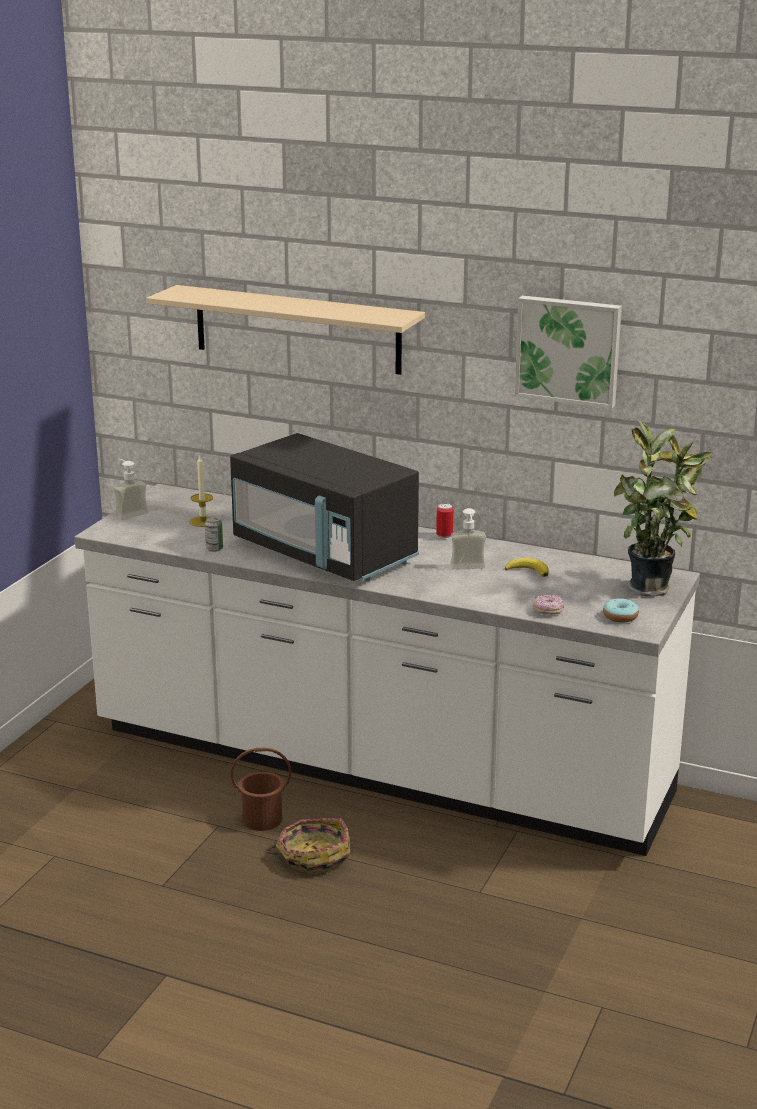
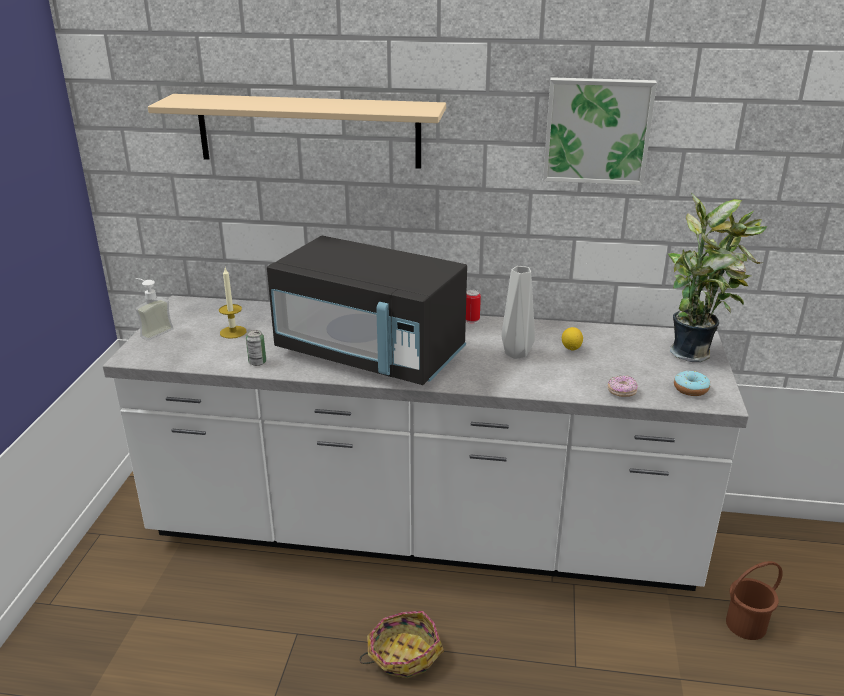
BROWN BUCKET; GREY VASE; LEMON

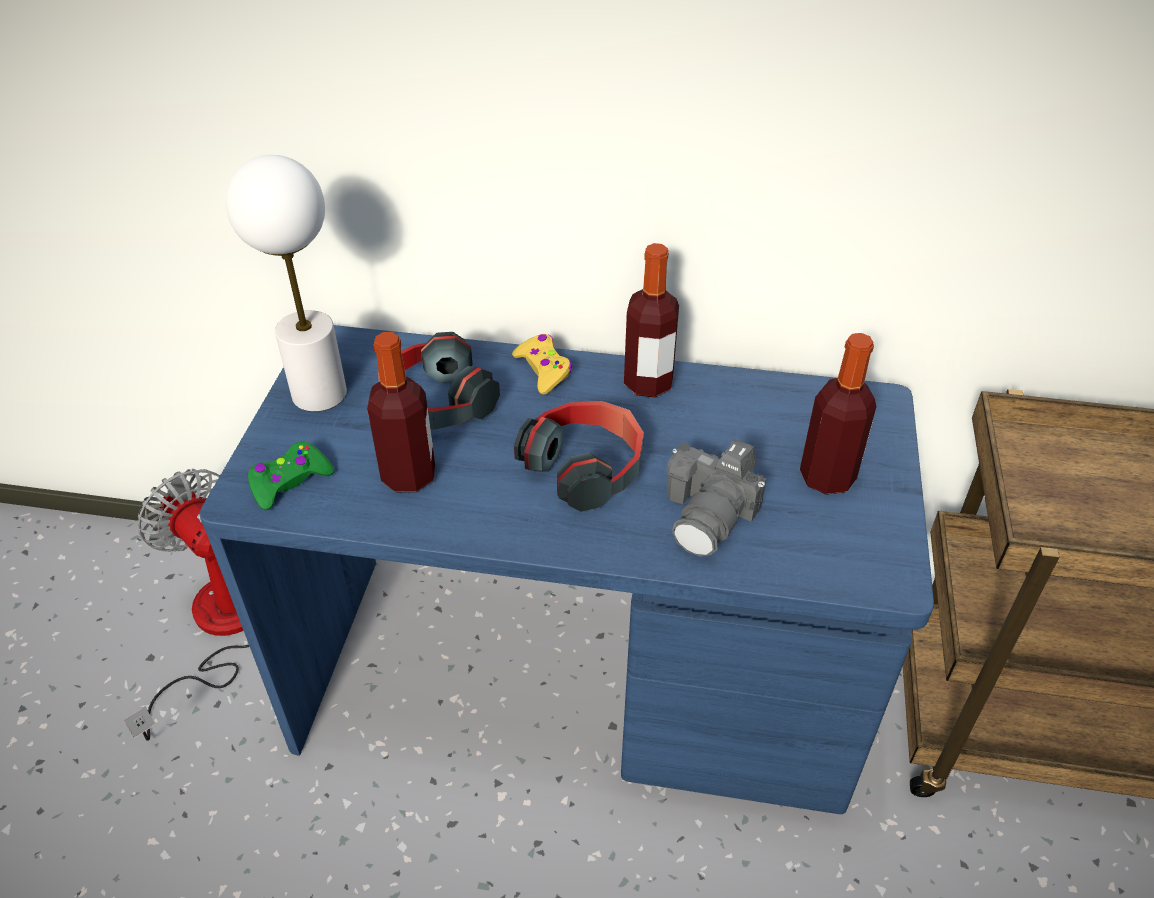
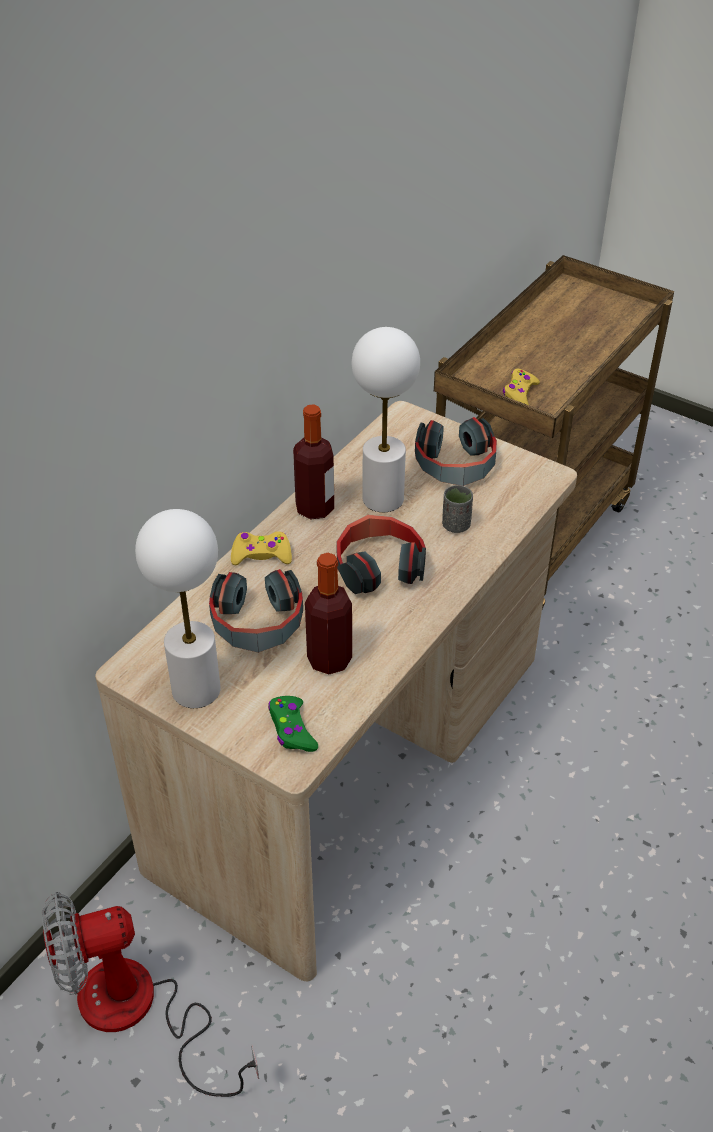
BEIGE DESK; GREY CUP; HEADPHONES (no. 3 from left); WHITE TABLE LAMP (no. 2 from left); YELLOW GAME CONTROLLER (no. 2 from left)

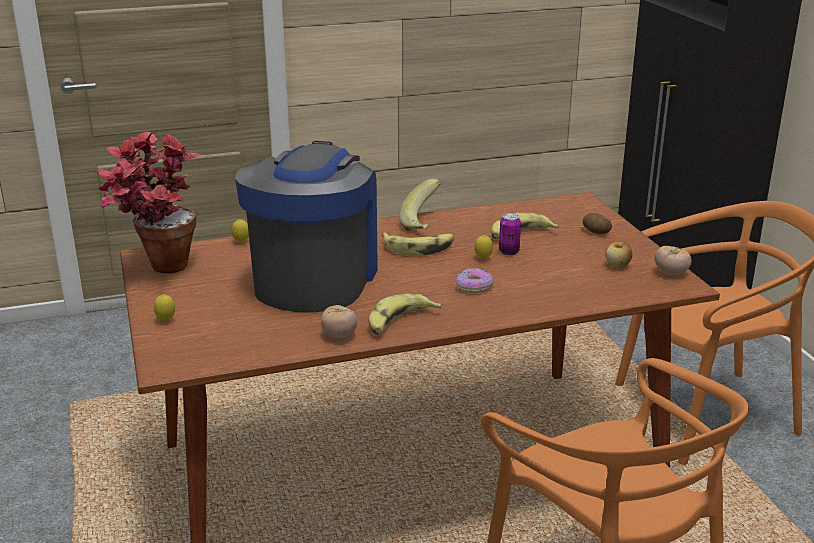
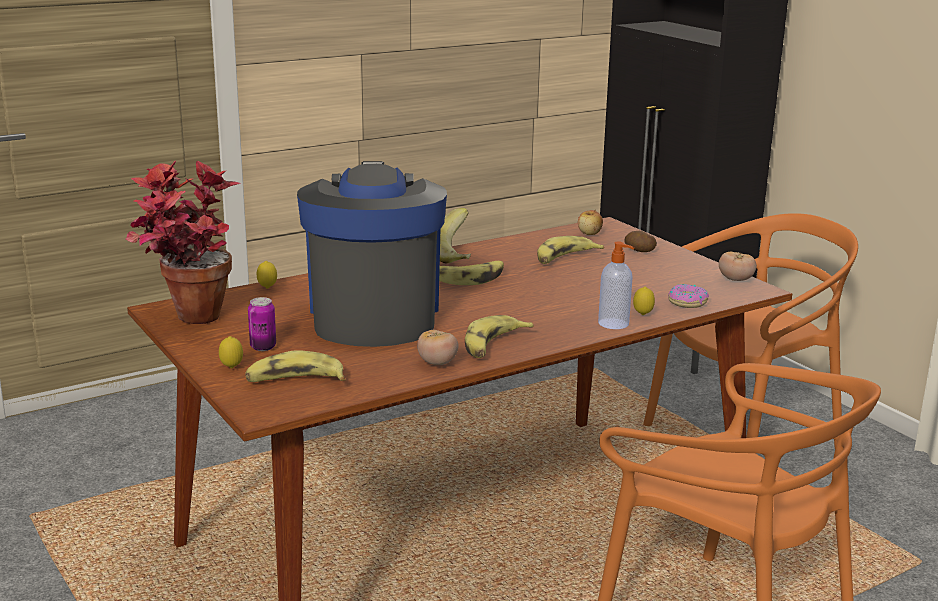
DONUT; LEMON (no. 3 from left); CAN; APPLE; BANANA (no. 1 from left); SOAP DISPENSER

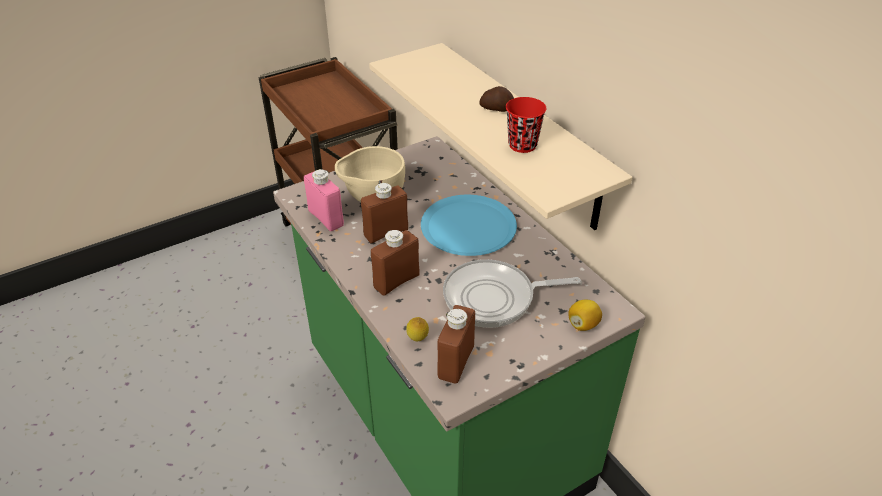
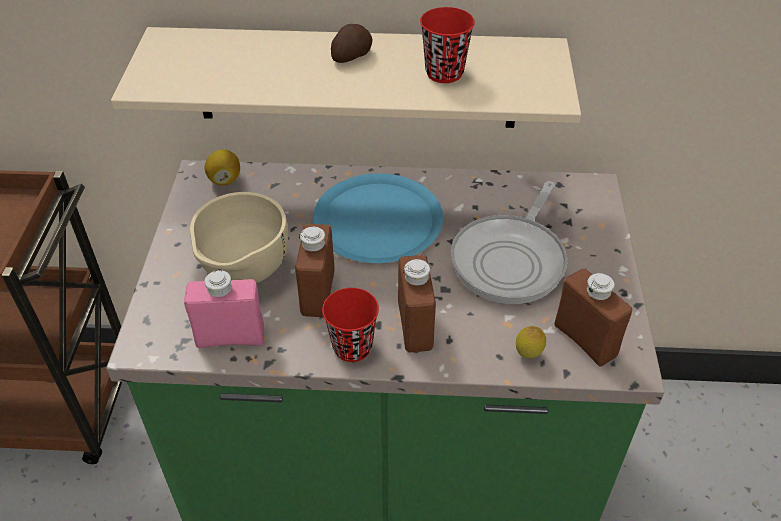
LEMON (no. 1 from left); RED CUP (no. 1 from left)

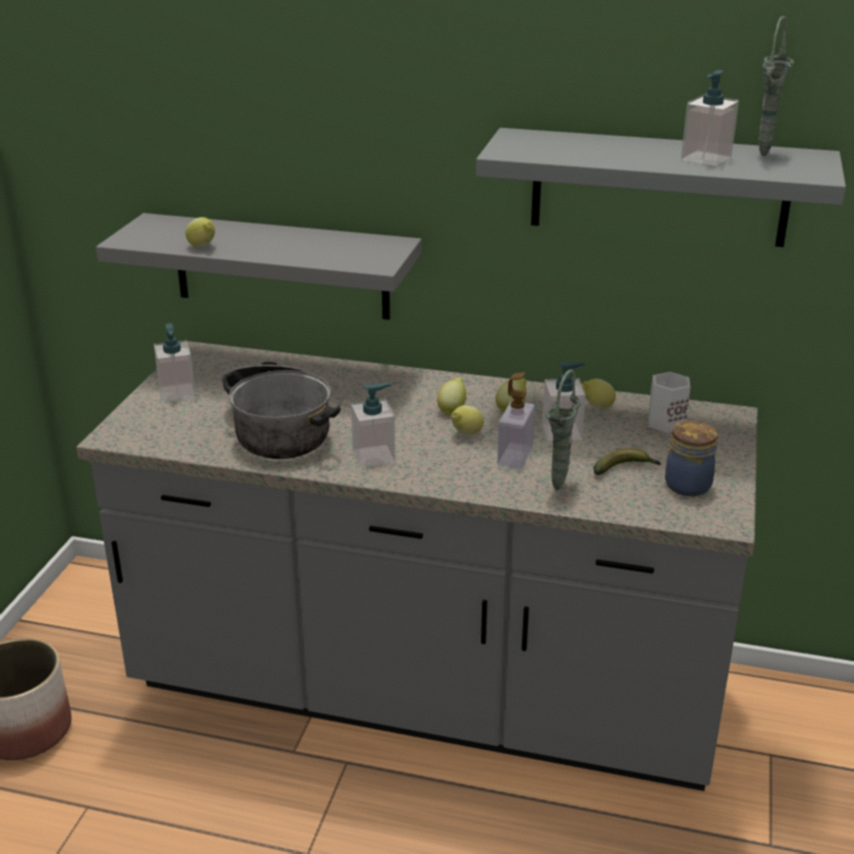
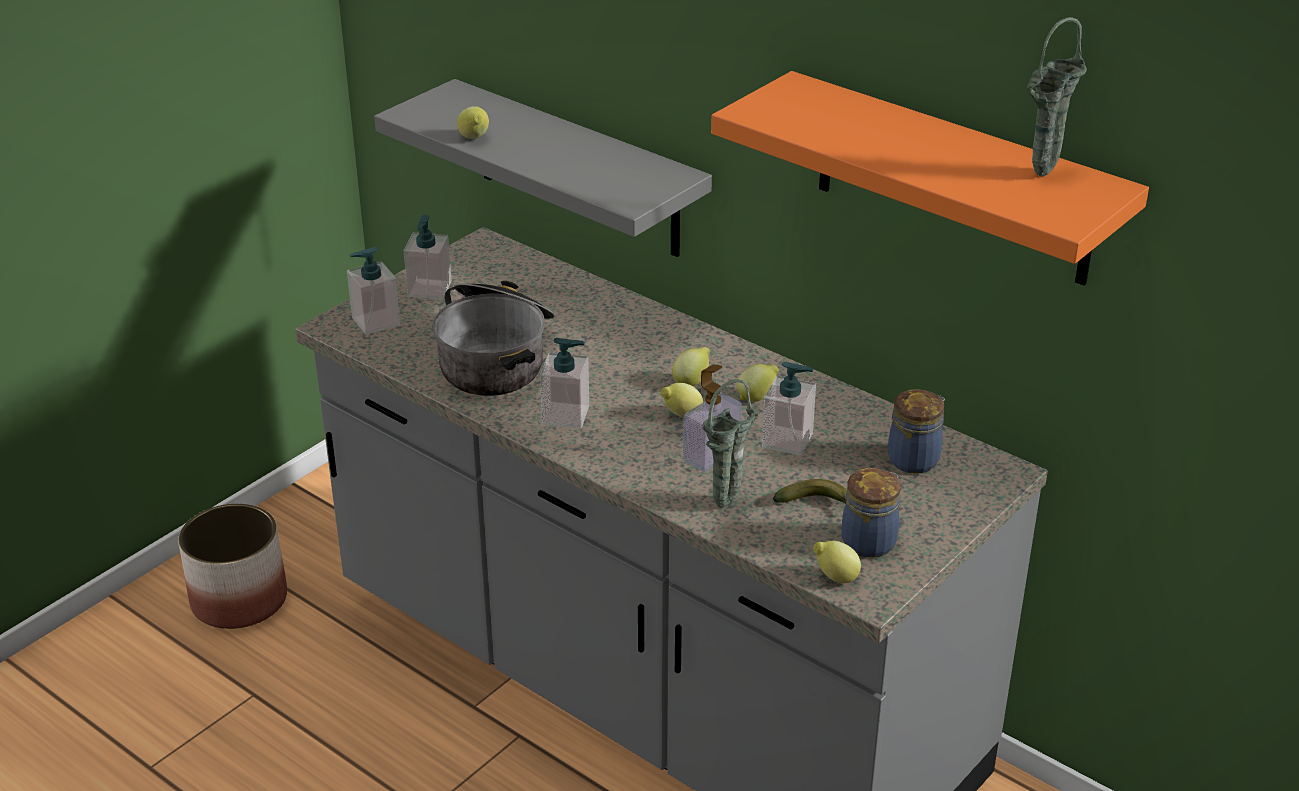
ORANGE SHELF; LEMON (no. 5 from left); JAR (no. 2 from left); SOAP DISPENSER (no. 1 from left)

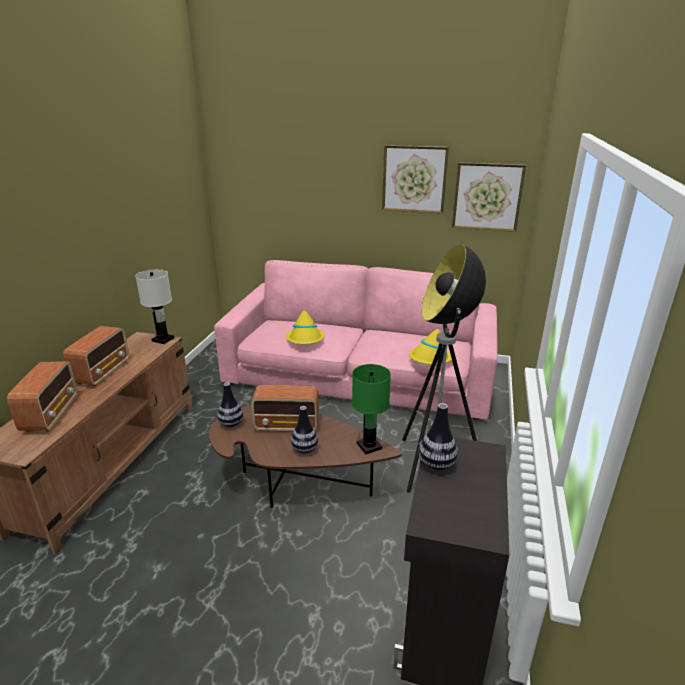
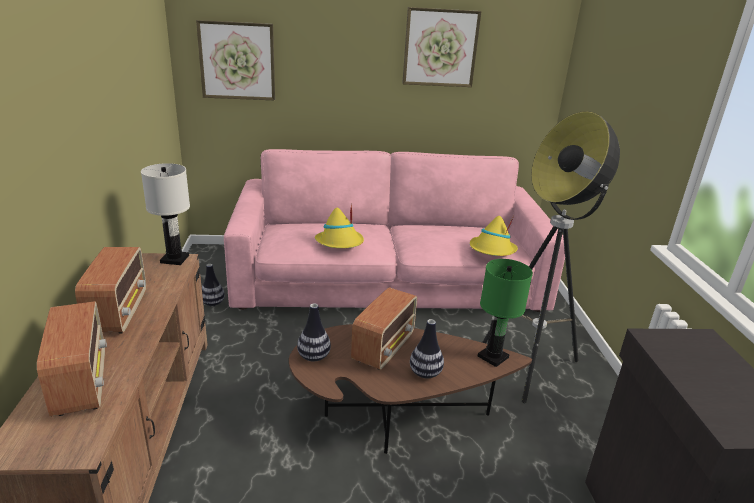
RADIO (no. 3 from left); VASE (no. 1 from left); PICTURE (no. 1 from left)

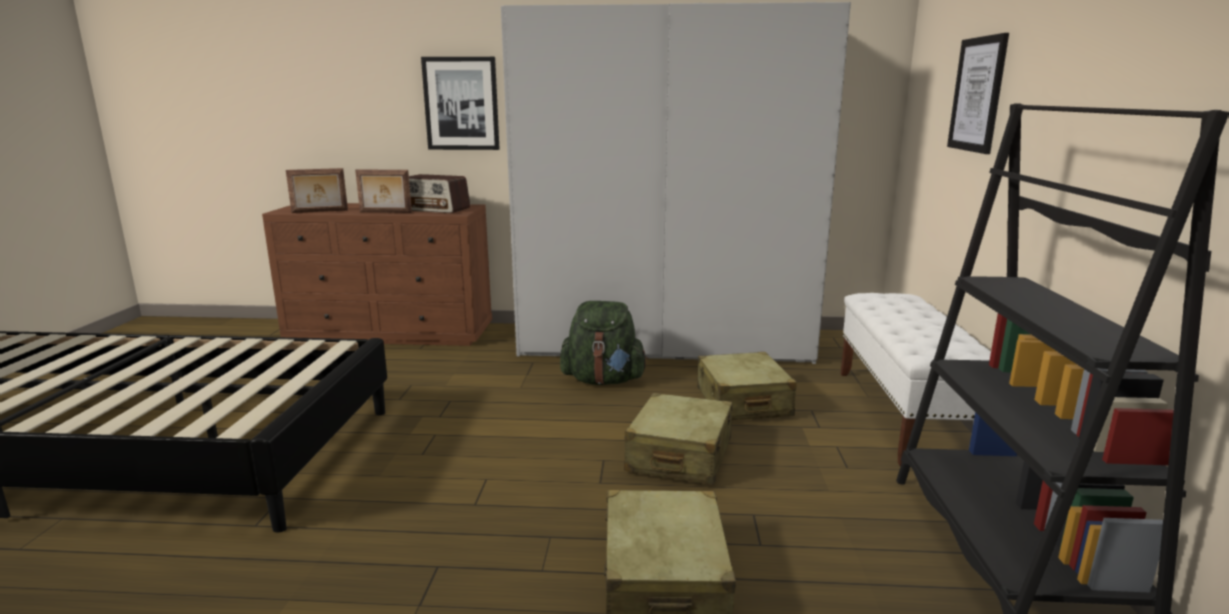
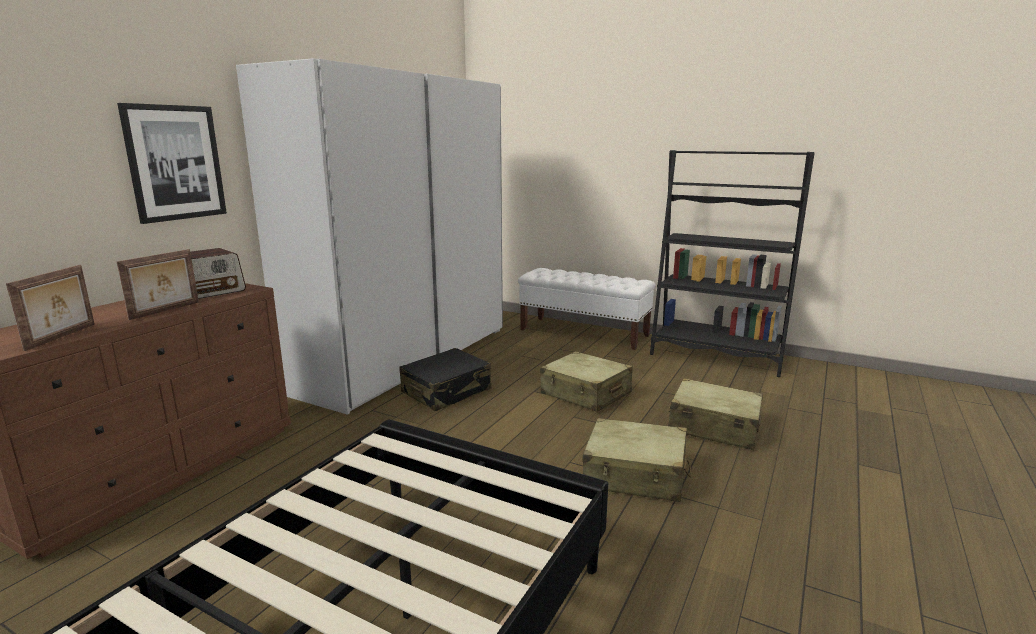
BLACK SUITCASE; BEIGE SUITCASE (no. 2 from left); PICTURE (no. 2 from left in the first image)

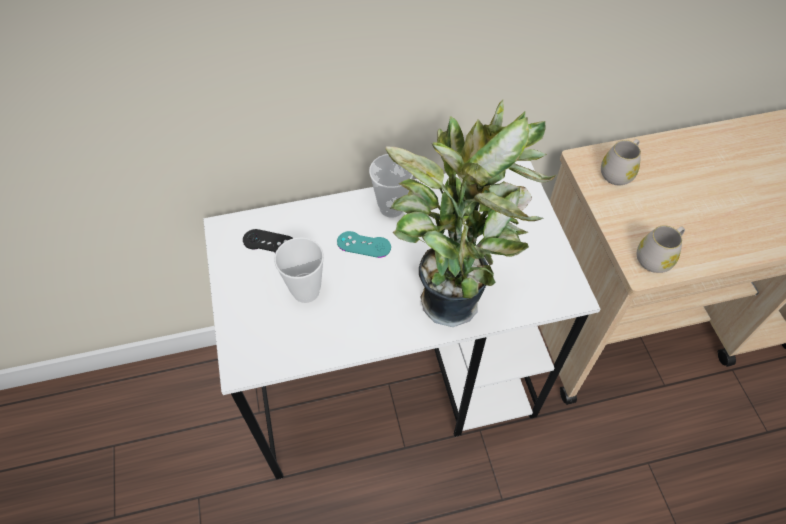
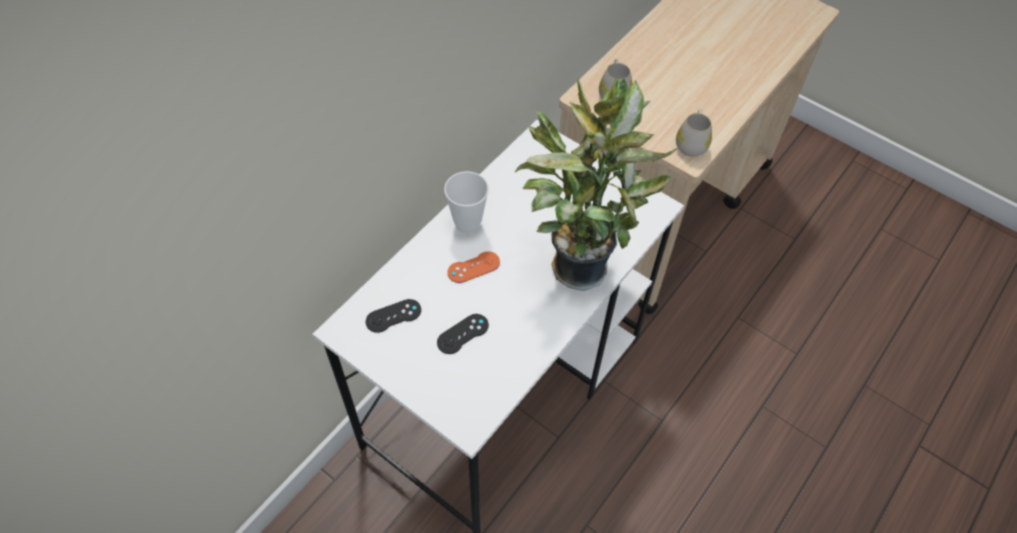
BLACK GAME CONTROLLER (no. 2 from left); ORANGE GAME CONTROLLER

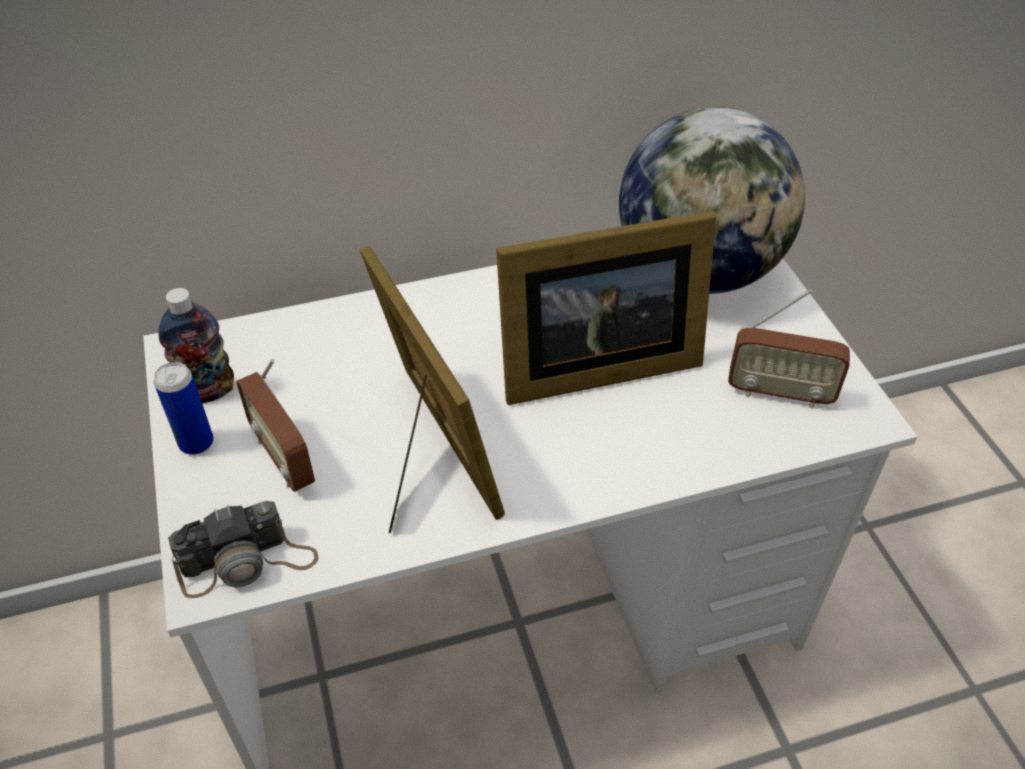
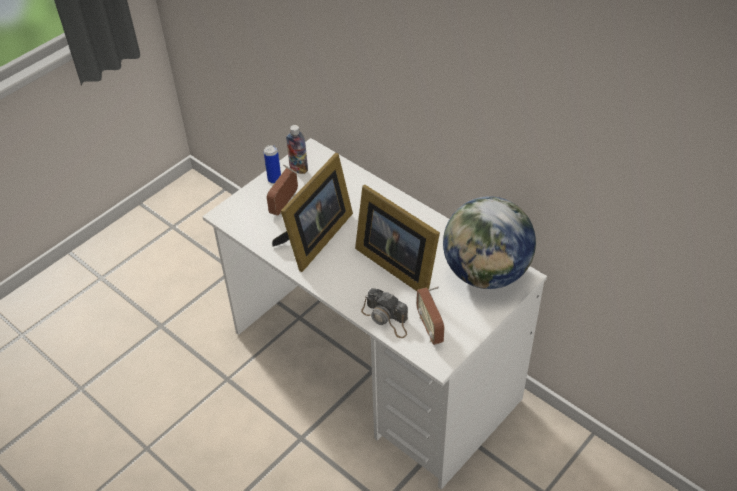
PHOTO CAMERA

